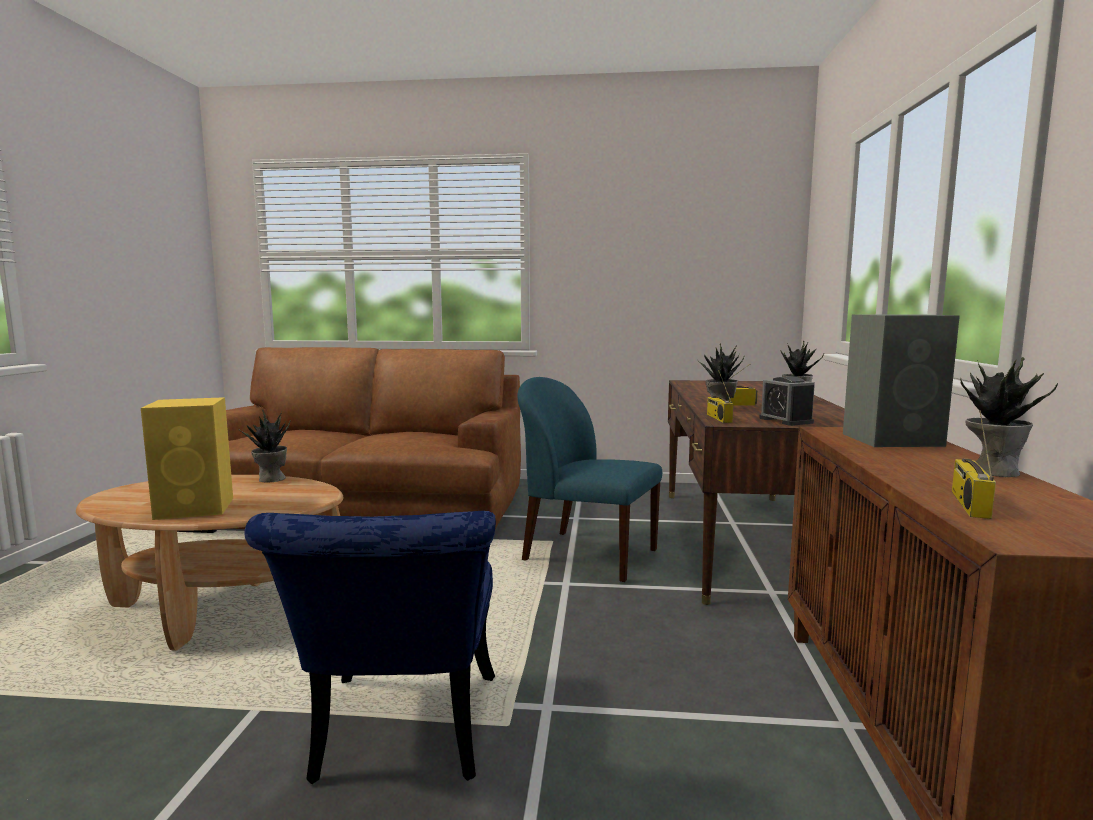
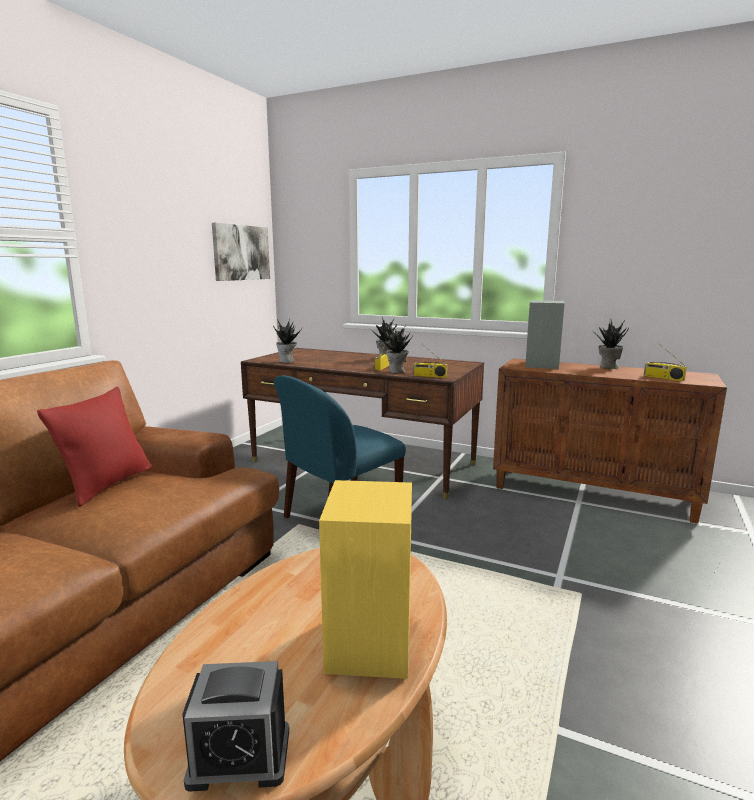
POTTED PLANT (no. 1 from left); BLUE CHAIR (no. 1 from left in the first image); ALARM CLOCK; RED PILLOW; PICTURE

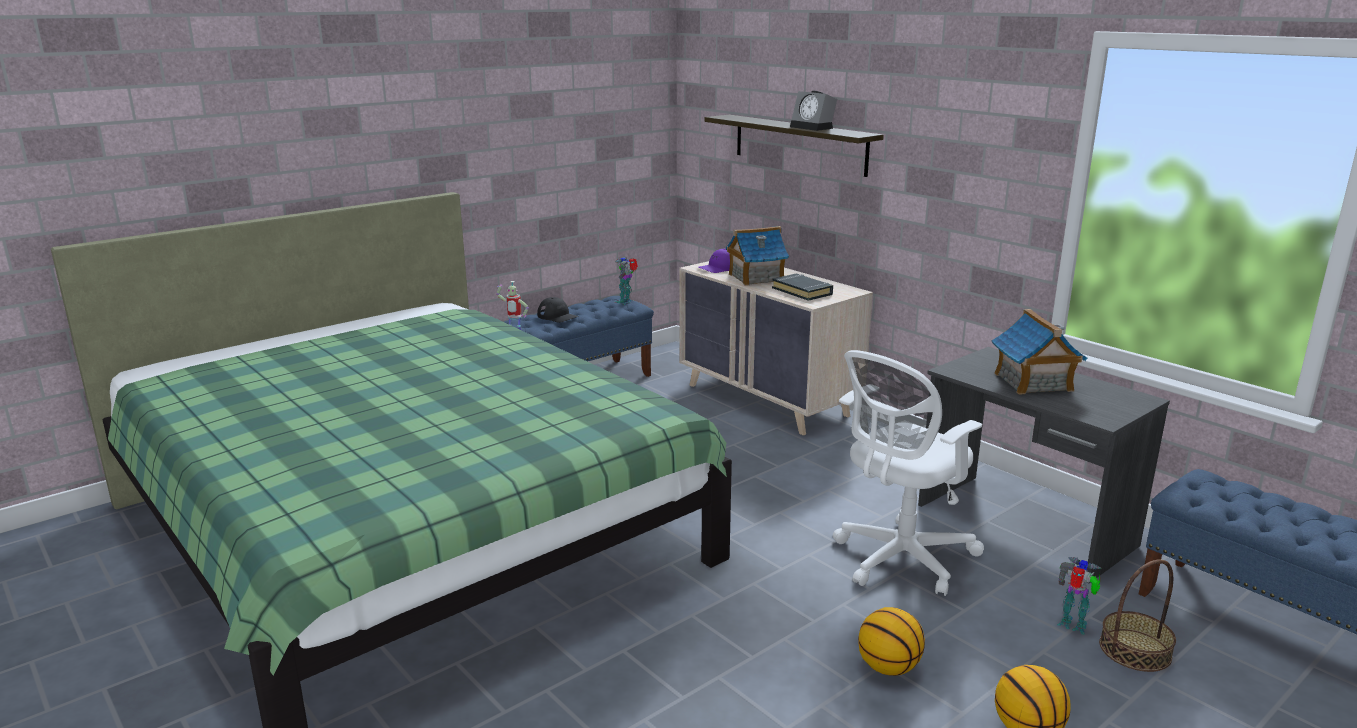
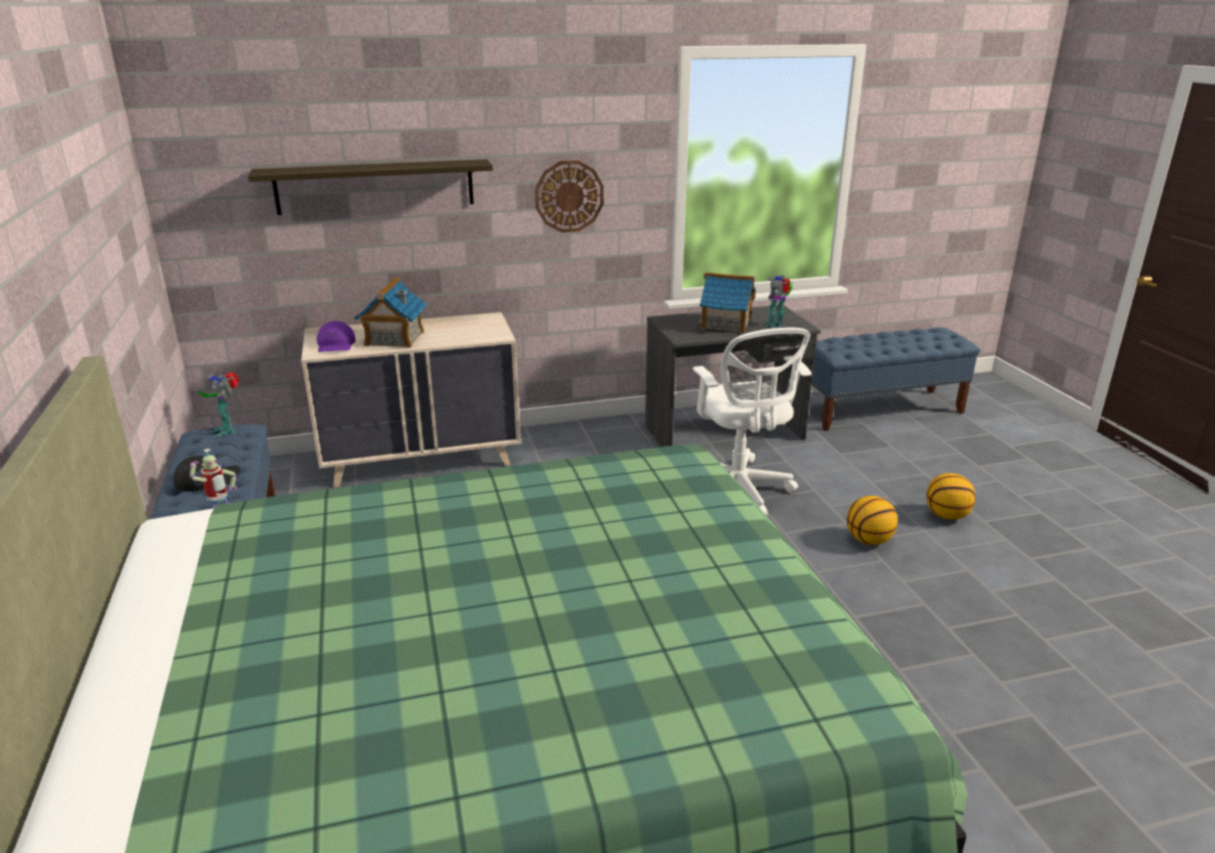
BLACK BOOK; ALARM CLOCK; TOY ROBOT (no. 3 from left); BASKET; WALL CLOCK

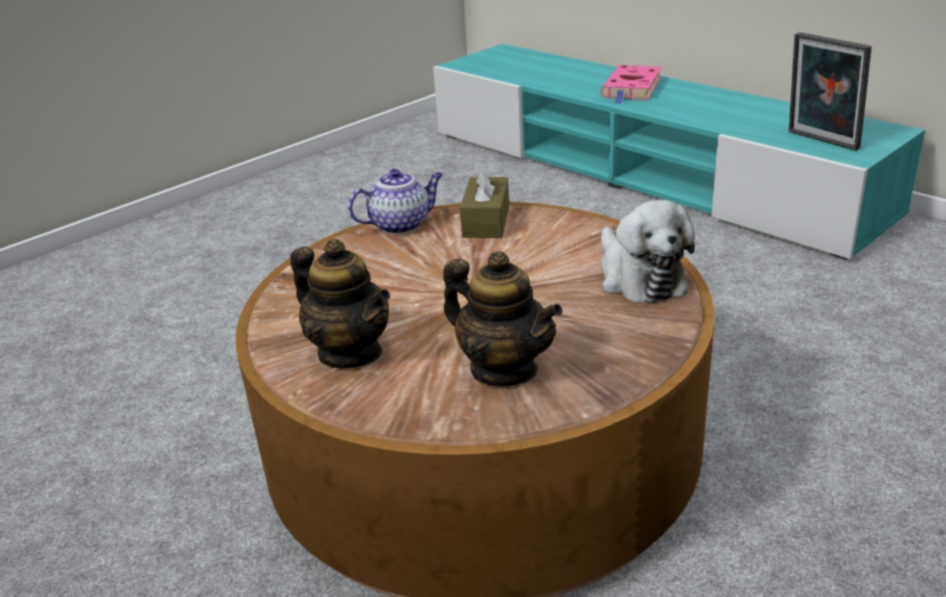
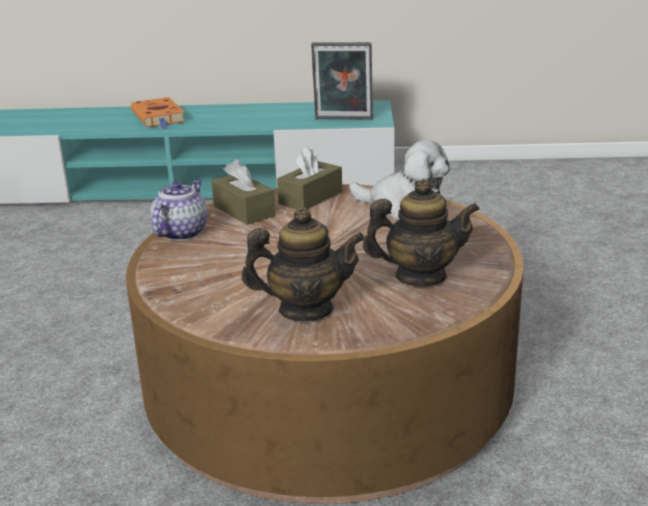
ORANGE BOOK; BROWN TISSUE BOX (no. 2 from left)

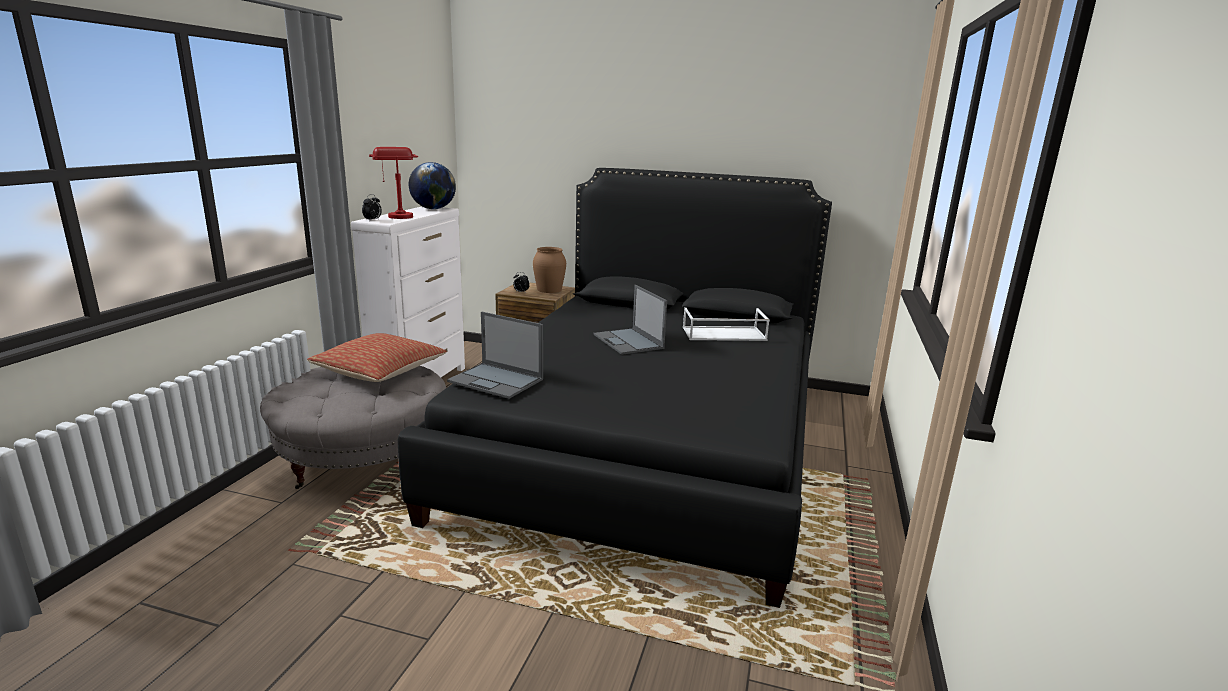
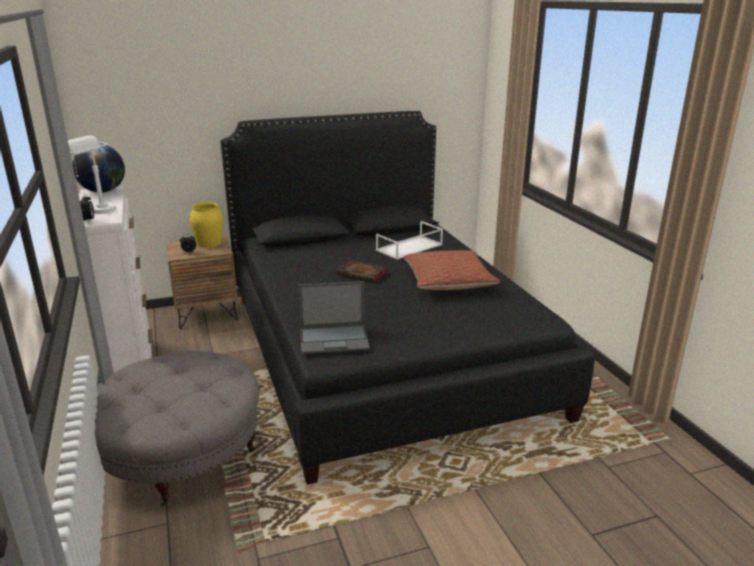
PILLOW; WHITE TABLE LAMP; YELLOW VASE; BOOK

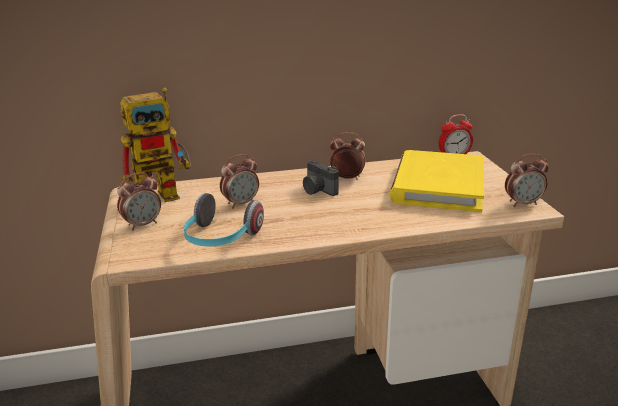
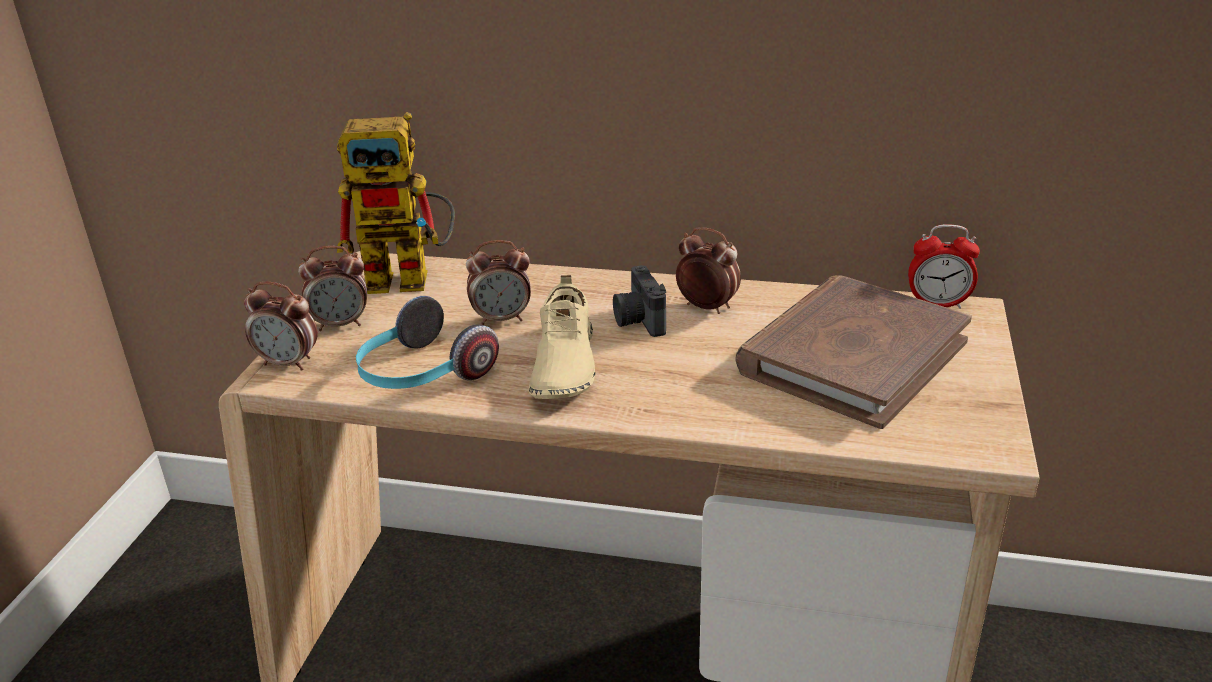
BROWN BOOK; ALARM CLOCK (no. 1 from left); BEIGE SHOE

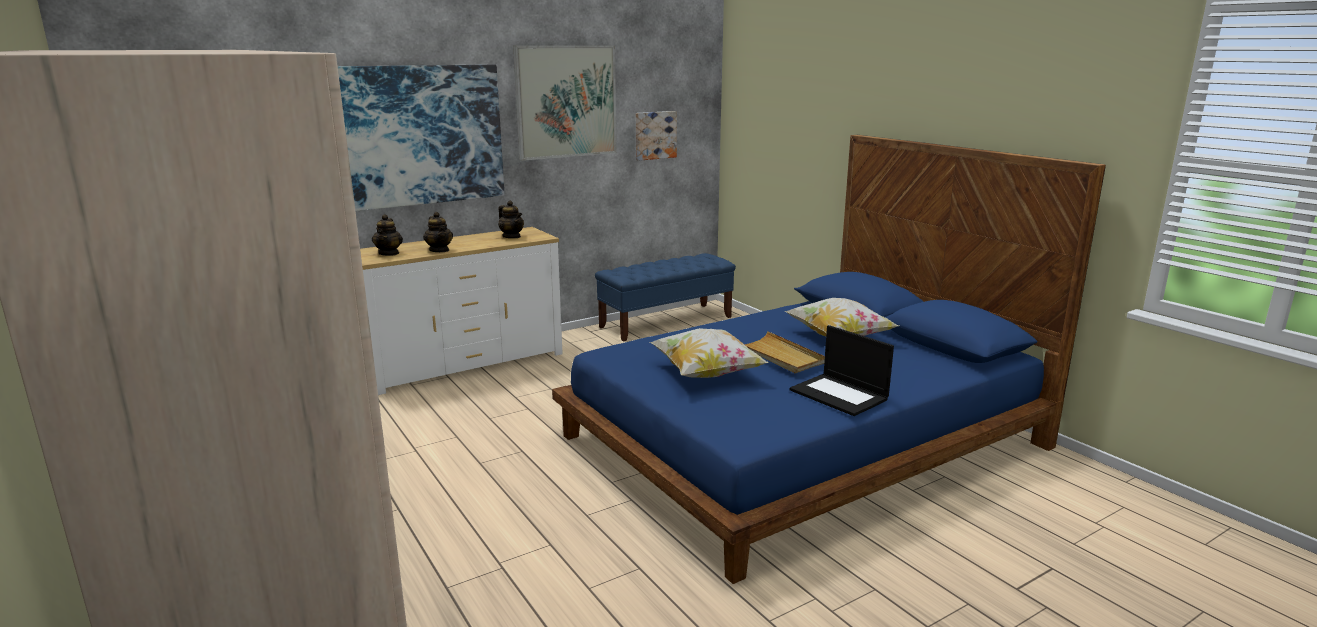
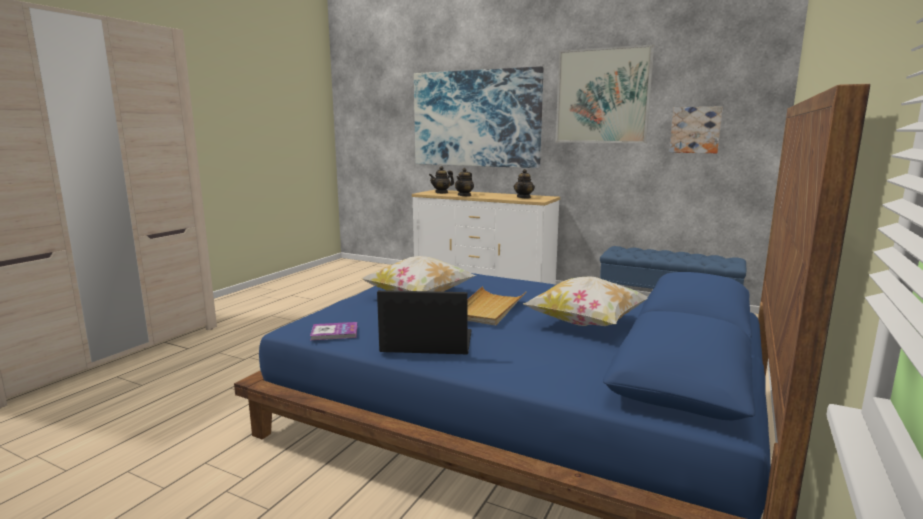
LAPTOP; BOOK

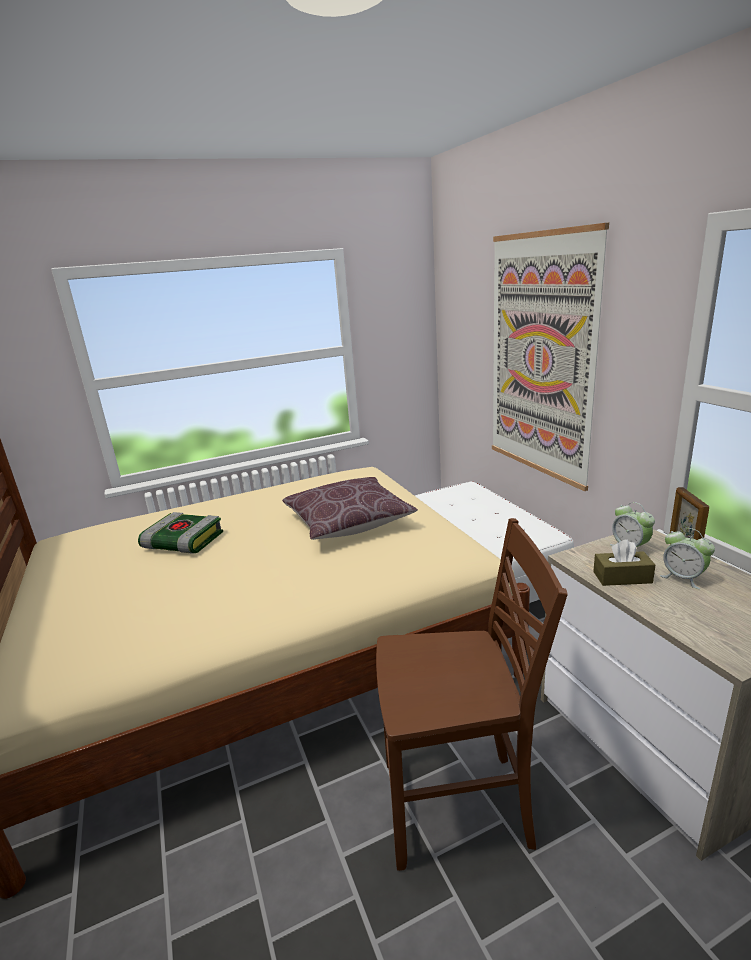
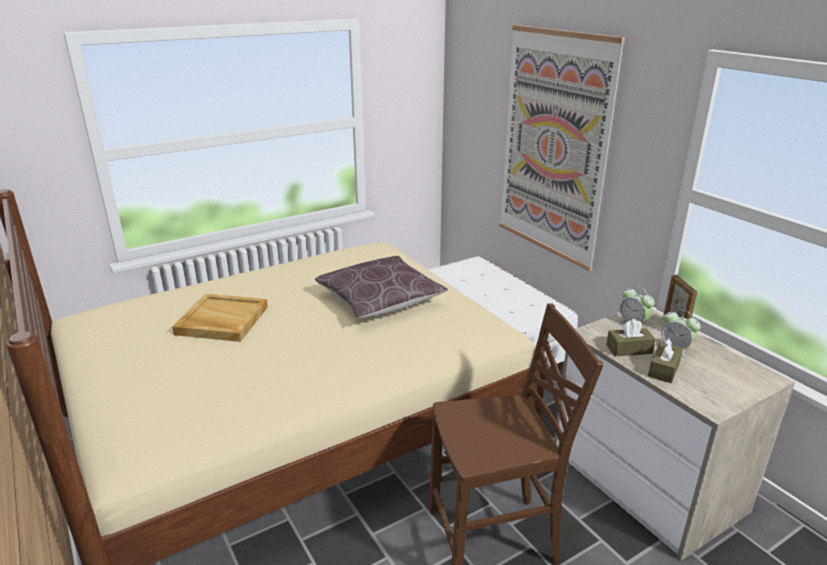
BEIGE TRAY; BROWN TISSUE BOX (no. 2 from left)

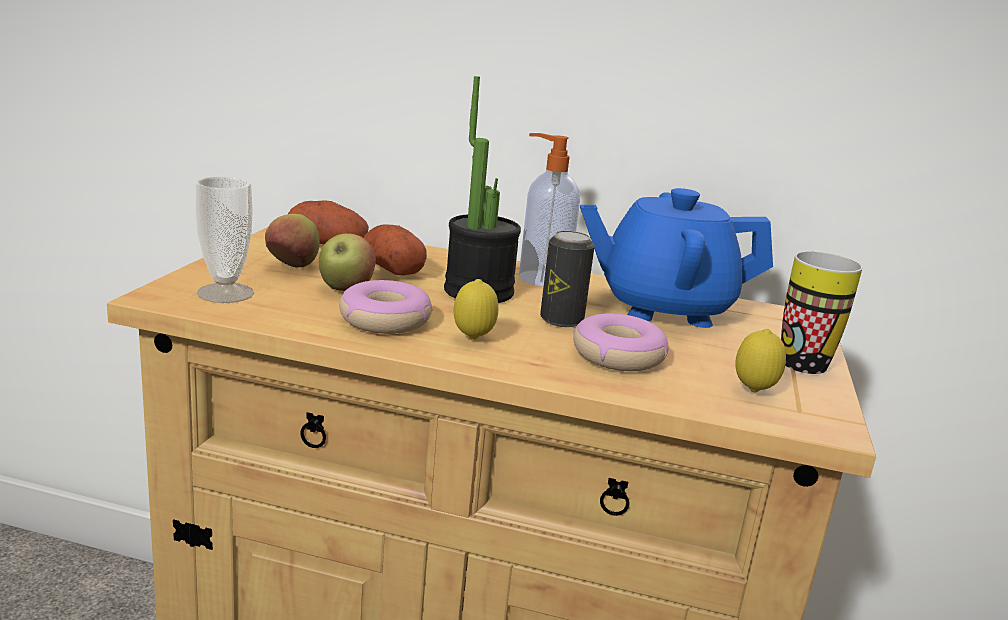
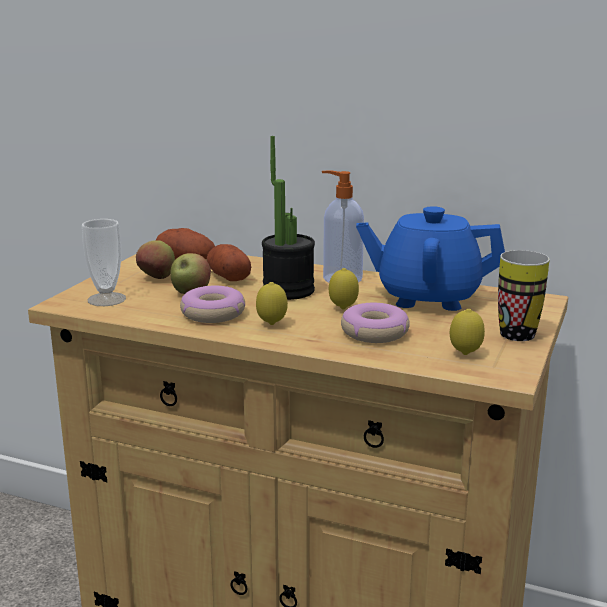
LEMON (no. 2 from left)

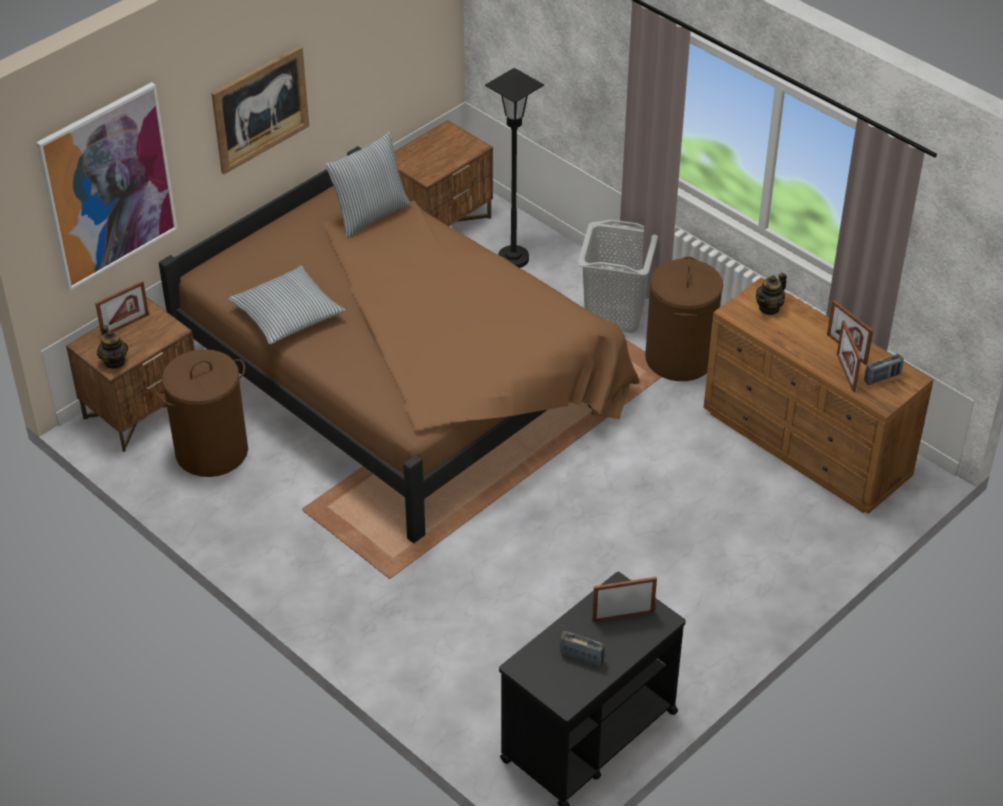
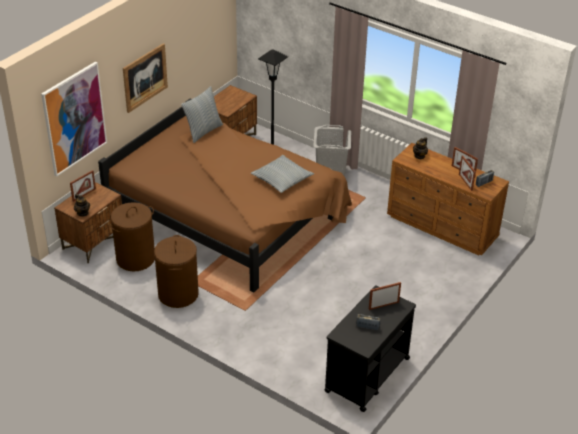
PILLOW (no. 2 from left); BROWN LAUNDRY BASKET (no. 2 from left)

